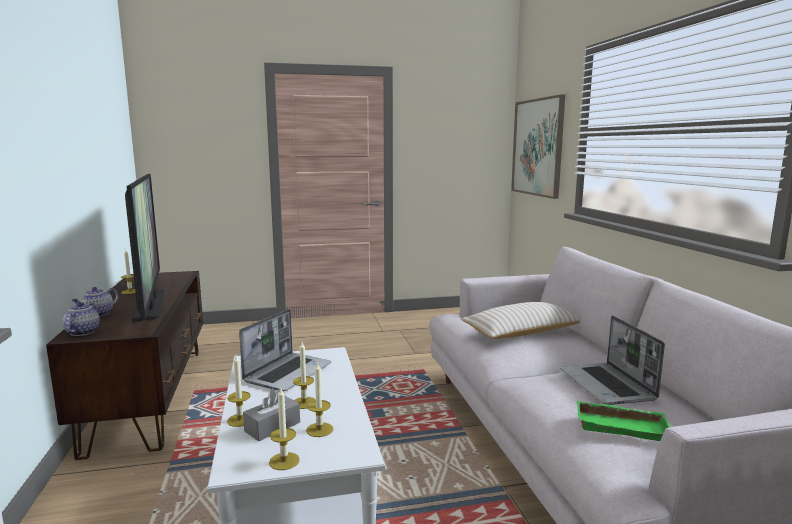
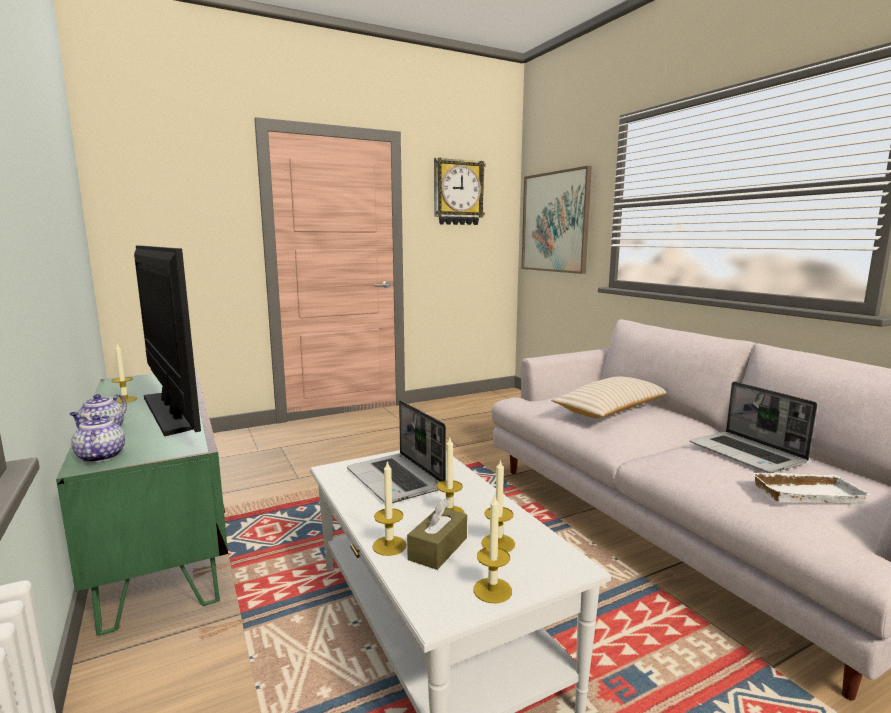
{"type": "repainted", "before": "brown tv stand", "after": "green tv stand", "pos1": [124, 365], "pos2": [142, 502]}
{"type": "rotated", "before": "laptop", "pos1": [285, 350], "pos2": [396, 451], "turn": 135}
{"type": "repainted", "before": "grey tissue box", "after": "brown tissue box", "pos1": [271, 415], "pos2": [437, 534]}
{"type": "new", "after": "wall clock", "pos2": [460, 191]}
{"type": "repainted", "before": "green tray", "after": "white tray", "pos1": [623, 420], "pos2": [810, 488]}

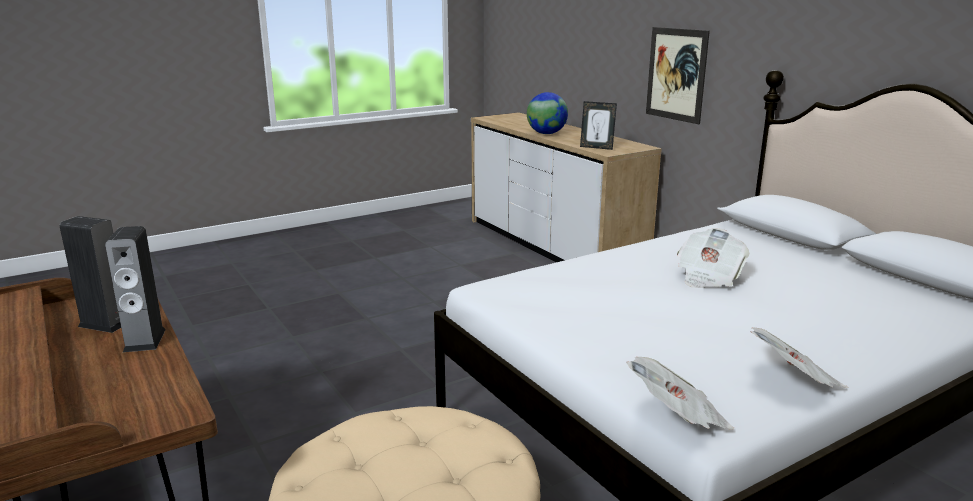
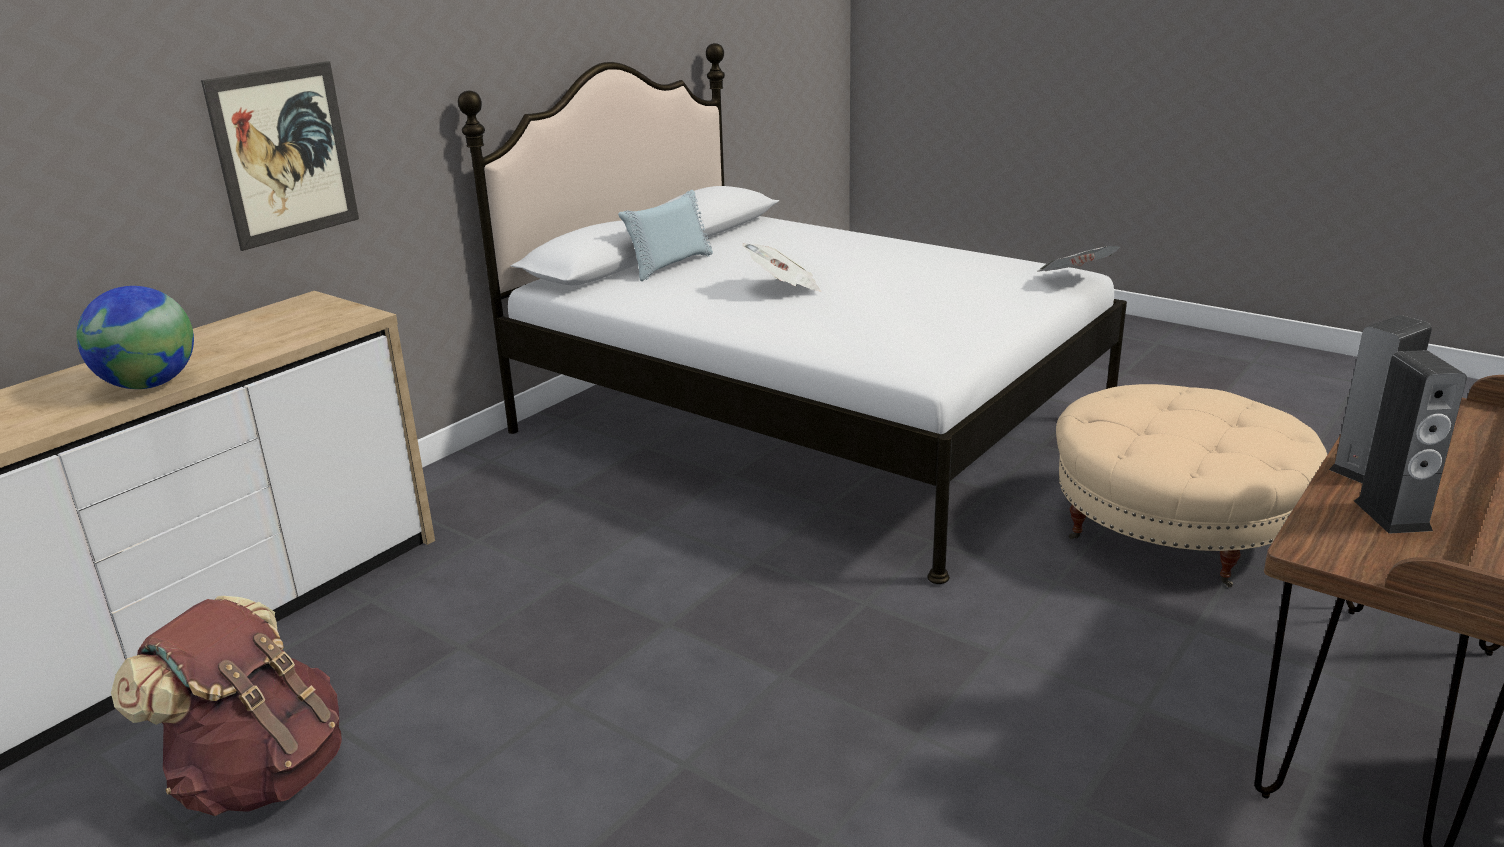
{"type": "new", "after": "brown backpack", "pos2": [226, 706]}
{"type": "new", "after": "blue pillow", "pos2": [665, 235]}
{"type": "gone", "before": "picture frame", "pos1": [598, 125]}
{"type": "gone", "before": "newspaper", "pos1": [799, 358]}

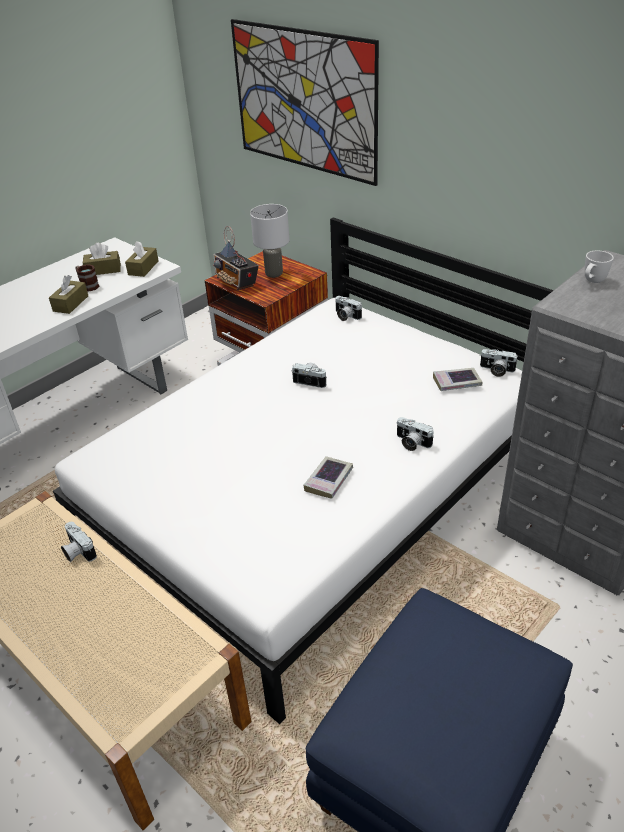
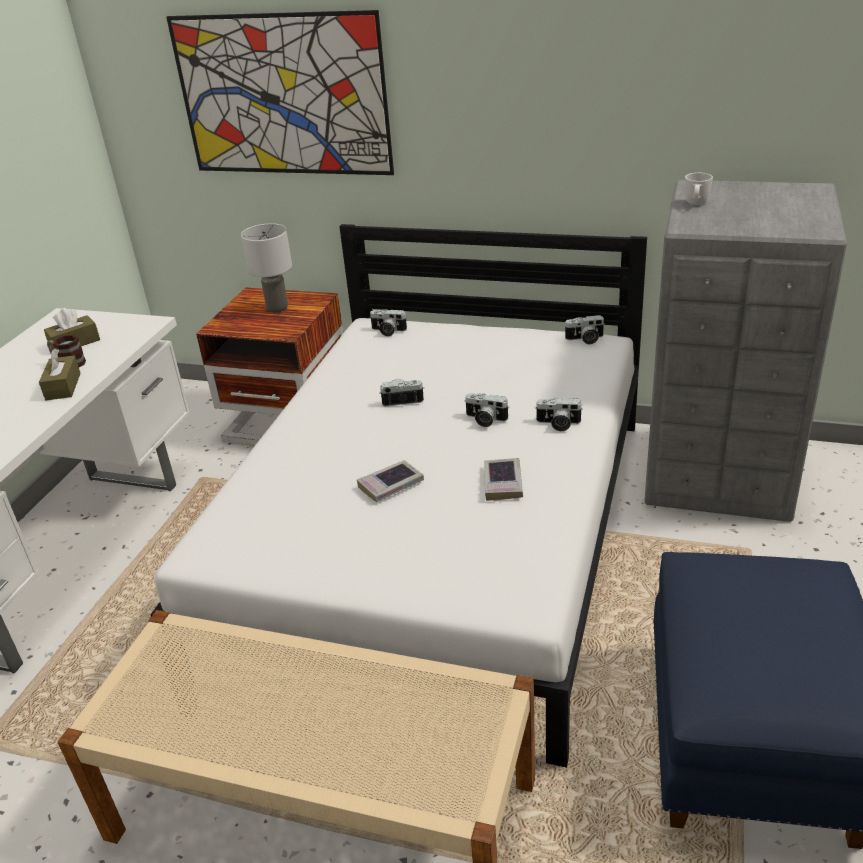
{"type": "shifted", "before": "book", "pos1": [457, 379], "pos2": [390, 481]}
{"type": "shifted", "before": "photo camera", "pos1": [79, 542], "pos2": [486, 410]}
{"type": "gone", "before": "brown tissue box", "pos1": [141, 259]}
{"type": "gone", "before": "radio", "pos1": [236, 258]}

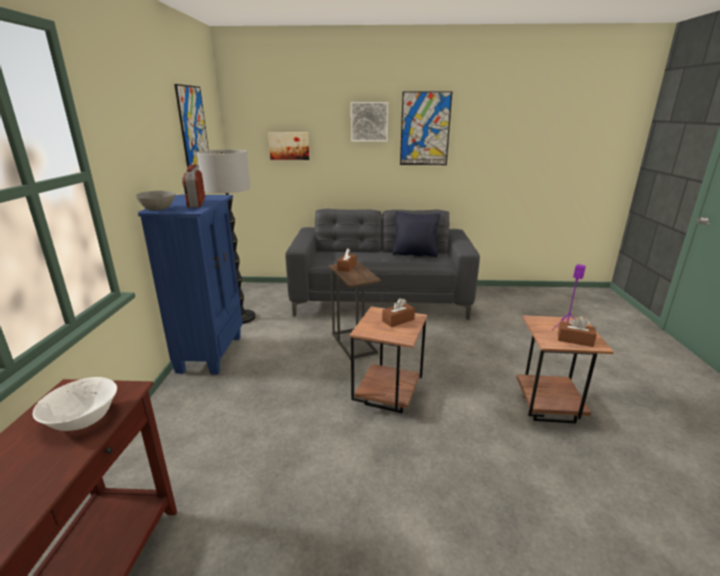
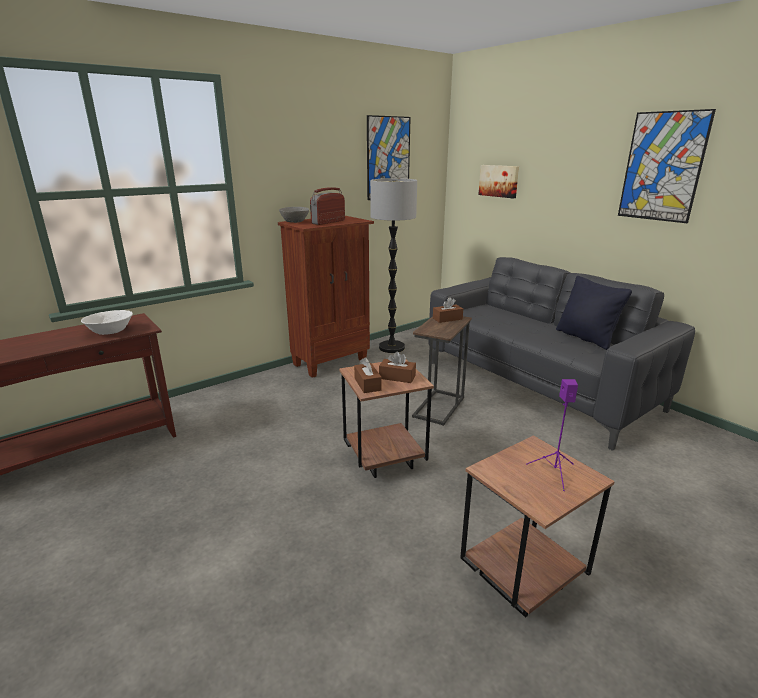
{"type": "repainted", "before": "blue cabinet", "after": "brown cabinet", "pos1": [190, 285], "pos2": [326, 297]}
{"type": "shifted", "before": "brown tissue box", "pos1": [577, 331], "pos2": [368, 375]}
{"type": "gone", "before": "picture", "pos1": [369, 122]}

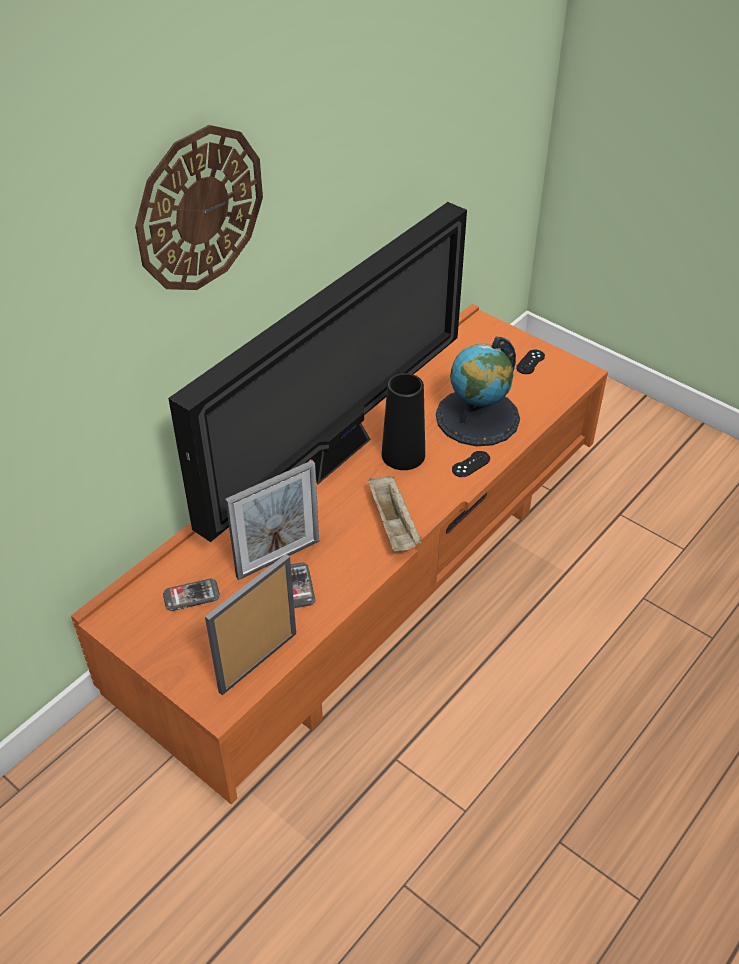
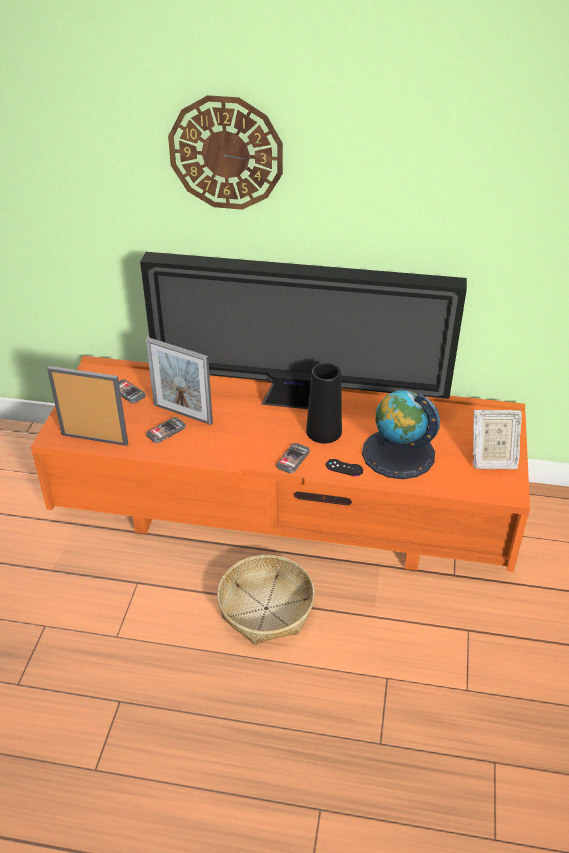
{"type": "new", "after": "basket", "pos2": [266, 600]}
{"type": "new", "after": "phone", "pos2": [293, 458]}
{"type": "swapped", "before": "black game controller", "after": "picture frame", "pos1": [530, 362], "pos2": [497, 439]}
{"type": "gone", "before": "beige tray", "pos1": [395, 513]}

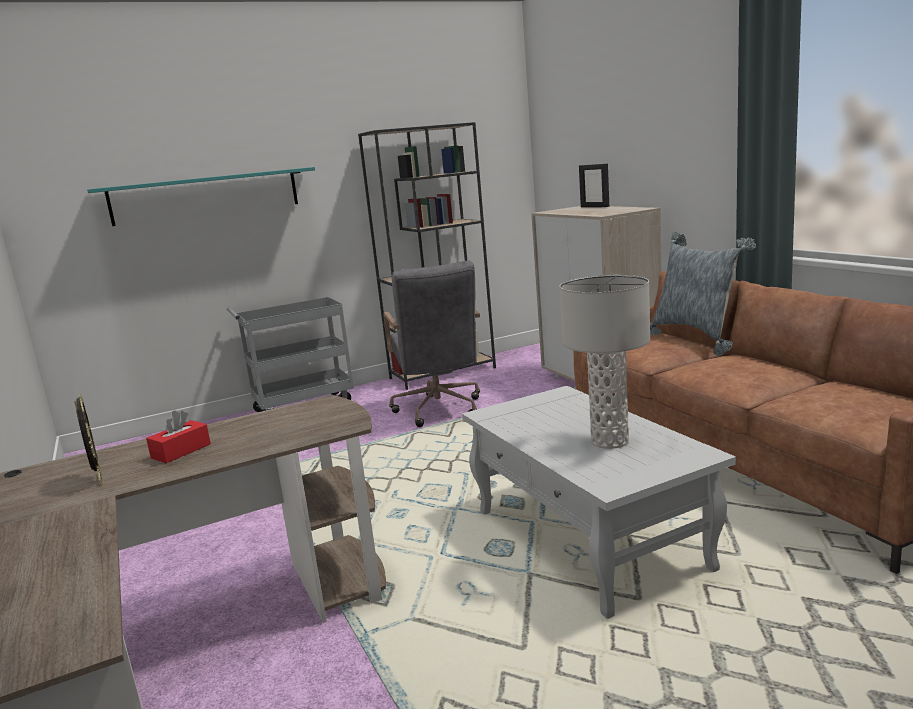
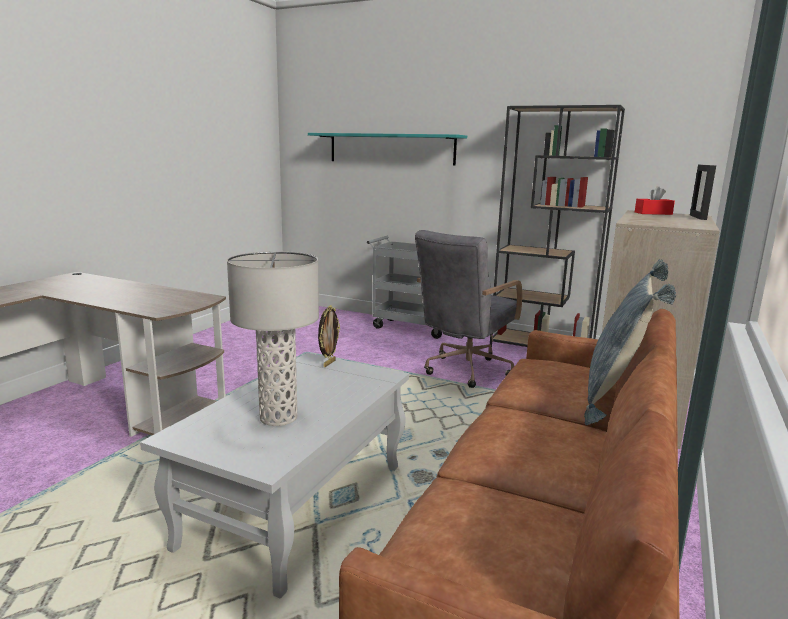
{"type": "shifted", "before": "picture frame", "pos1": [88, 439], "pos2": [329, 336]}
{"type": "shifted", "before": "red tissue box", "pos1": [178, 437], "pos2": [655, 200]}

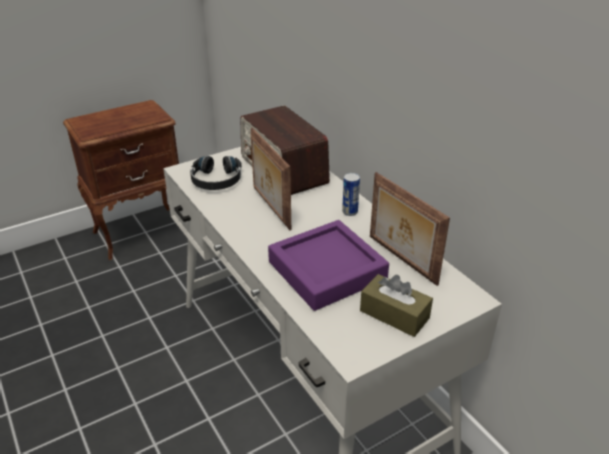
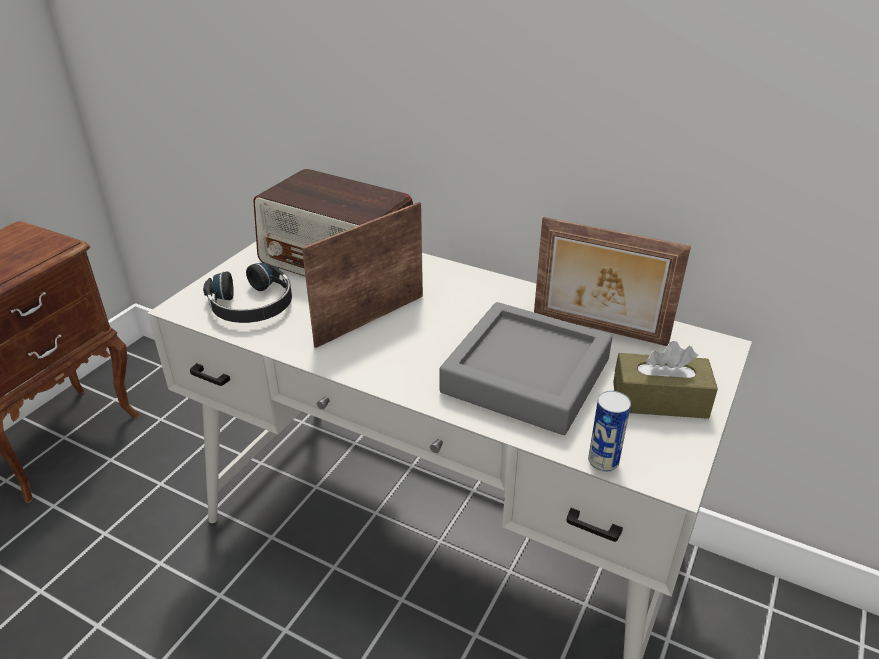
{"type": "rotated", "before": "picture frame", "pos1": [271, 179], "pos2": [362, 275], "turn": 105}
{"type": "repainted", "before": "purple tray", "after": "grey tray", "pos1": [328, 265], "pos2": [526, 368]}
{"type": "shifted", "before": "can", "pos1": [351, 194], "pos2": [609, 431]}

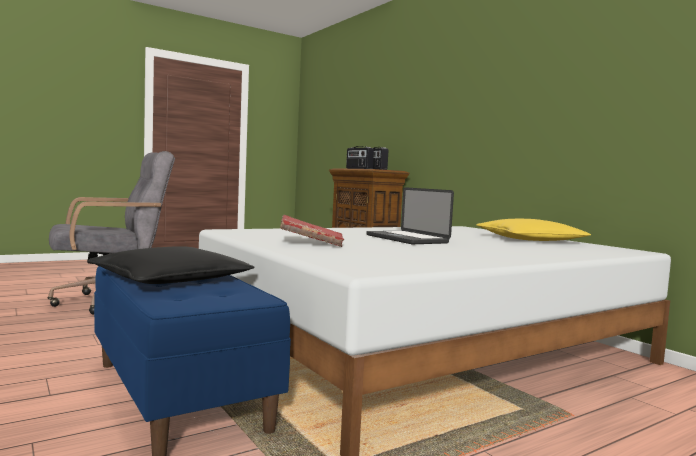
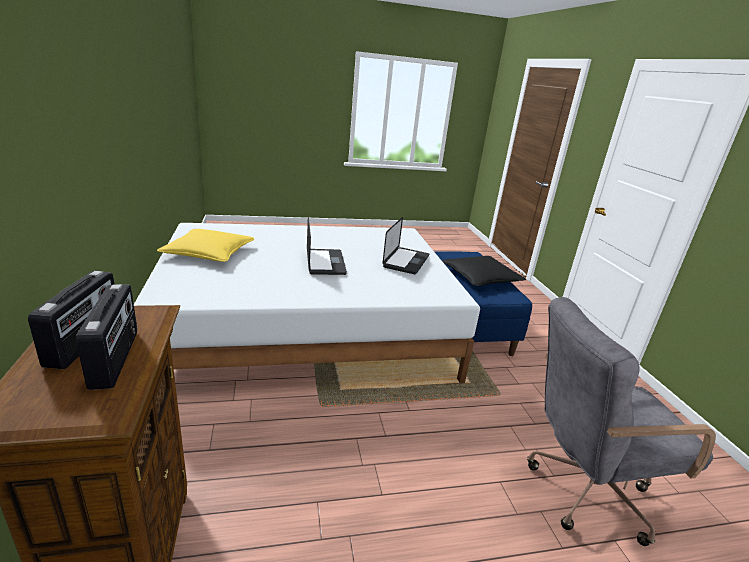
{"type": "swapped", "before": "red book", "after": "laptop", "pos1": [312, 231], "pos2": [406, 245]}

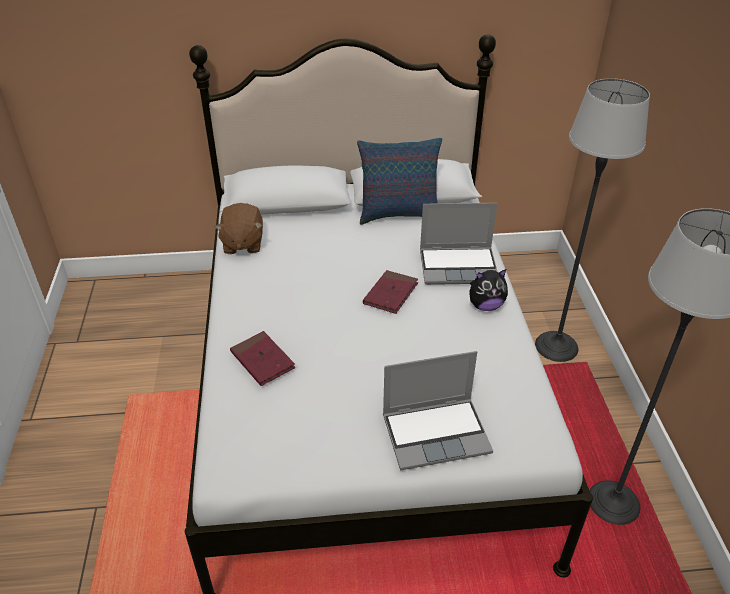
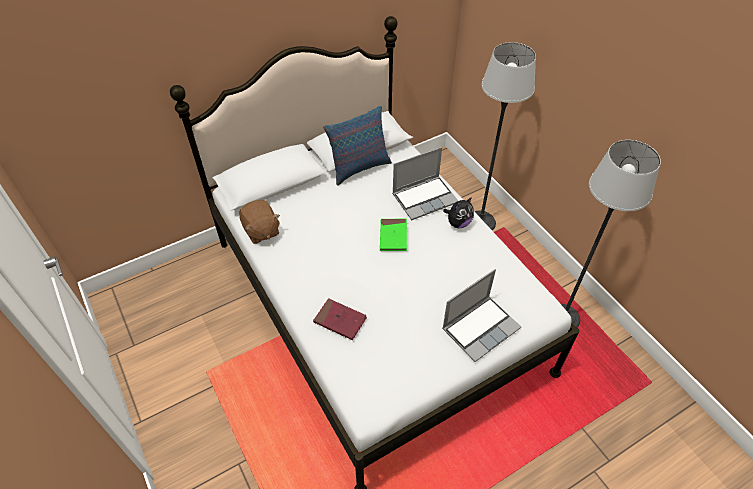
{"type": "repainted", "before": "red book", "after": "green book", "pos1": [390, 292], "pos2": [393, 235]}

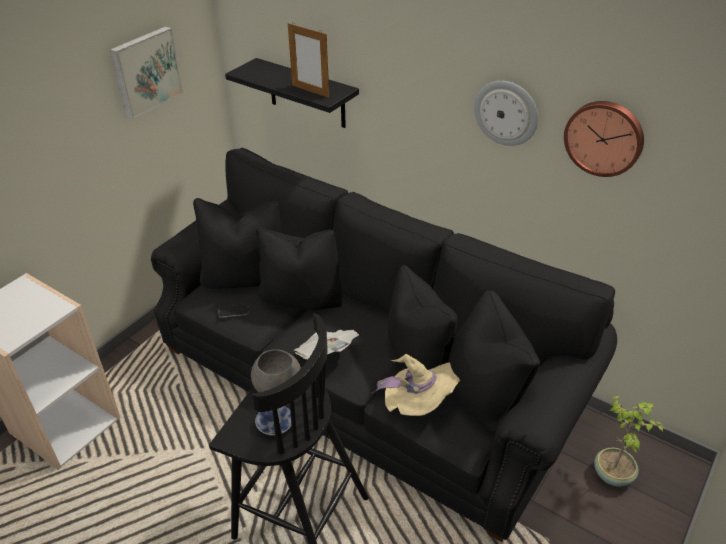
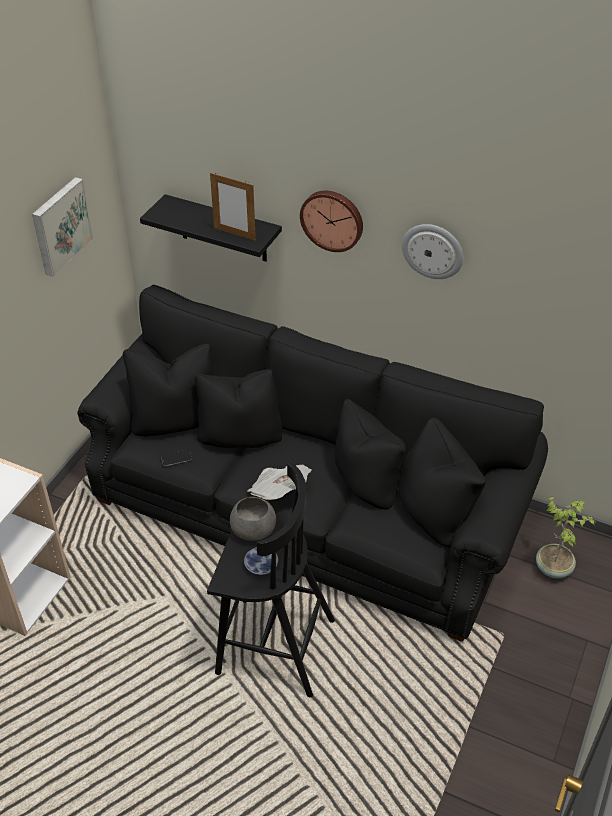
{"type": "shifted", "before": "wall clock", "pos1": [604, 139], "pos2": [331, 221]}
{"type": "gone", "before": "beige hat", "pos1": [416, 385]}

